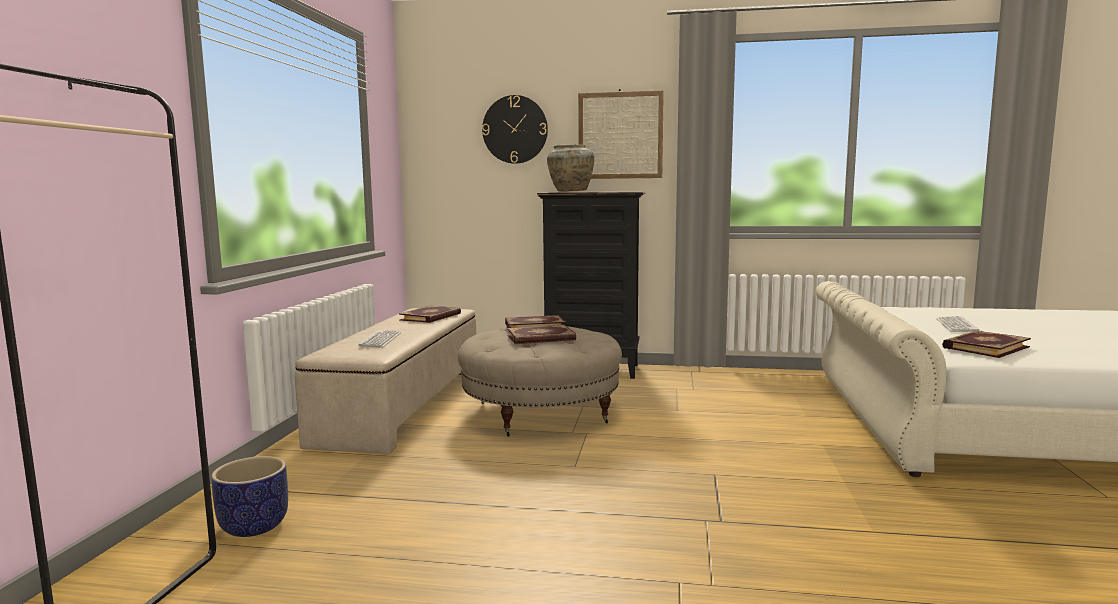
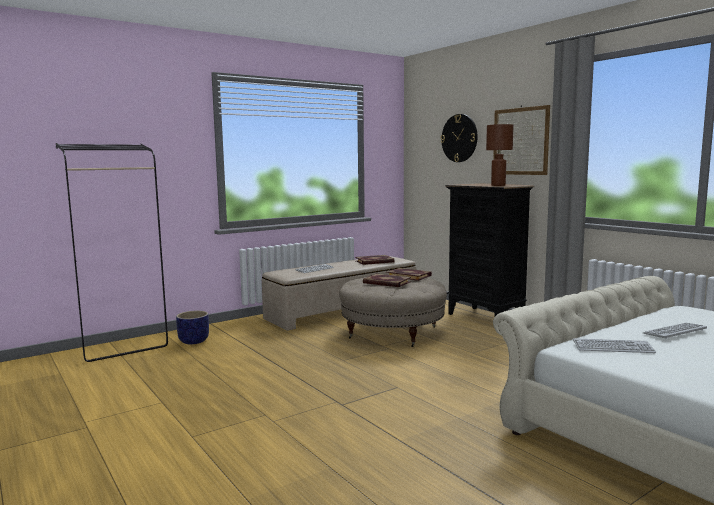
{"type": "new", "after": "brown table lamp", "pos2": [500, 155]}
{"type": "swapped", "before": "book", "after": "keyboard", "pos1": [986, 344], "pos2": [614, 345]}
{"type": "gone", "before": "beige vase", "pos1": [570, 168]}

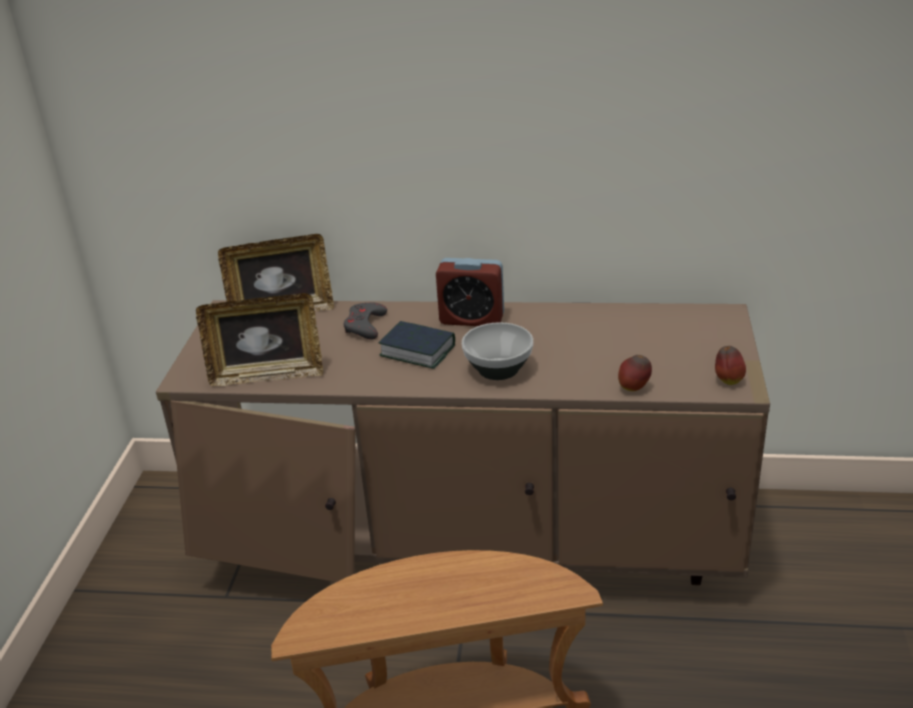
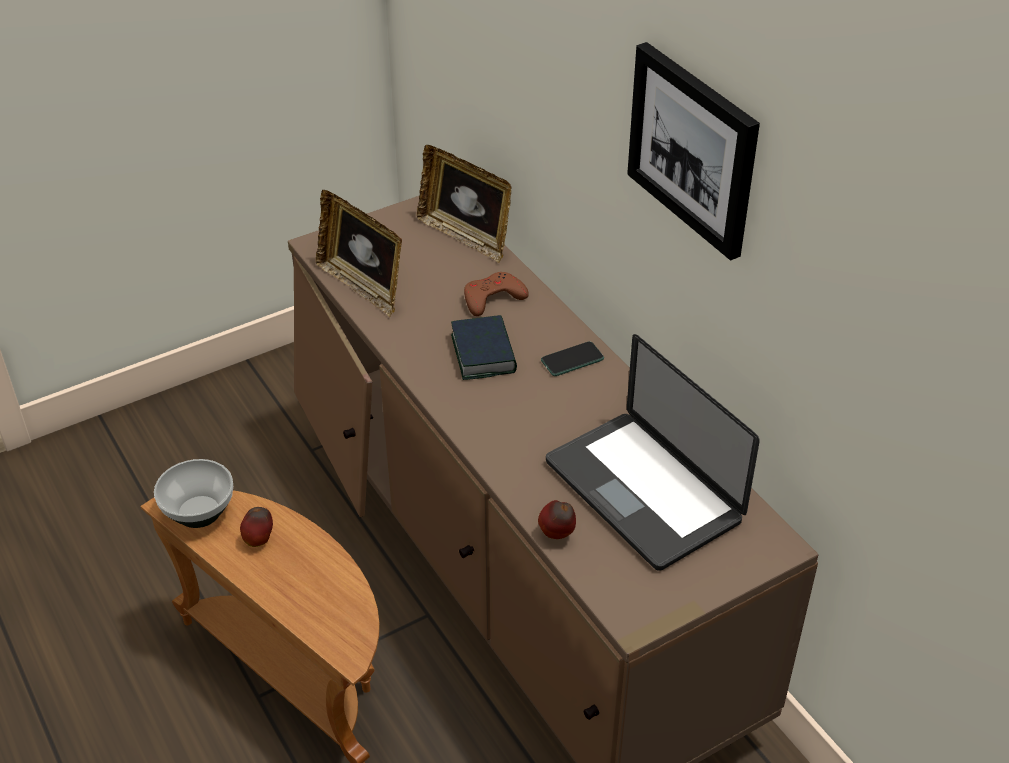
{"type": "shifted", "before": "bowl", "pos1": [497, 351], "pos2": [193, 493]}
{"type": "shifted", "before": "apple", "pos1": [730, 365], "pos2": [256, 527]}
{"type": "repainted", "before": "grey game controller", "after": "brown game controller", "pos1": [365, 321], "pos2": [496, 294]}
{"type": "swapped", "before": "alarm clock", "after": "phone", "pos1": [470, 292], "pos2": [572, 358]}
{"type": "new", "after": "laptop", "pos2": [653, 452]}
{"type": "new", "after": "picture", "pos2": [693, 151]}

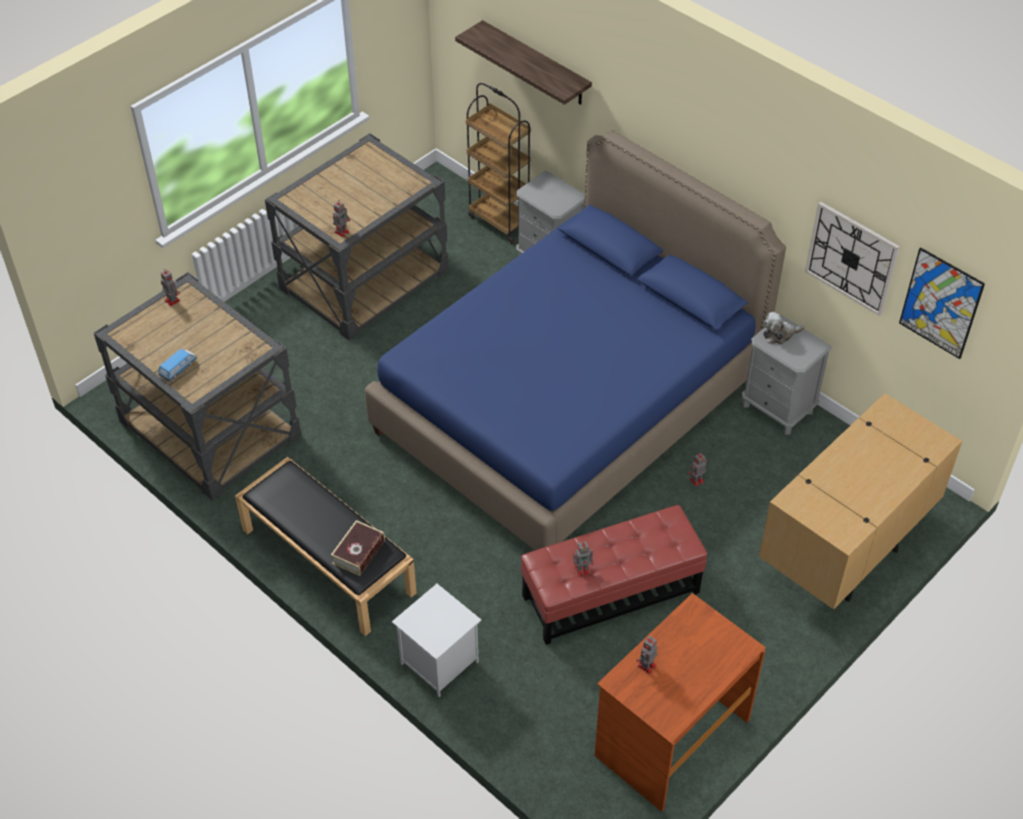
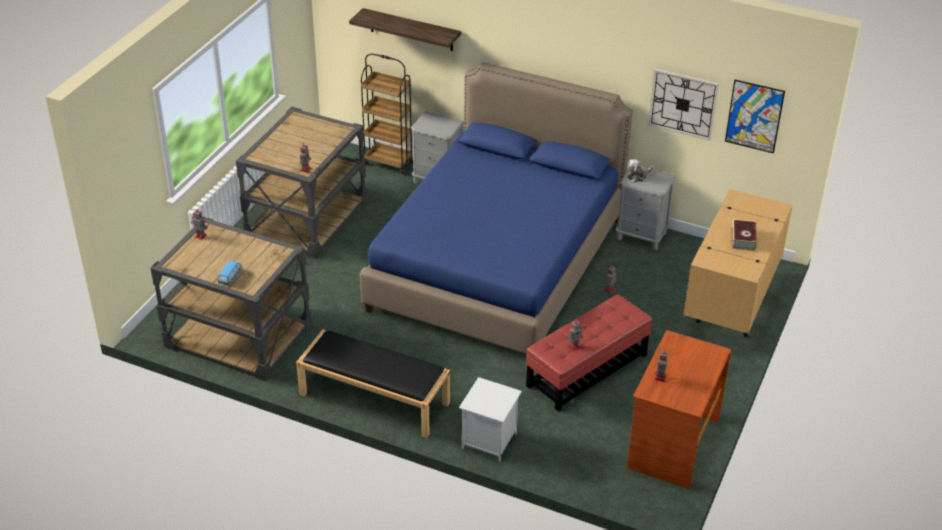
{"type": "shifted", "before": "book", "pos1": [358, 548], "pos2": [744, 235]}

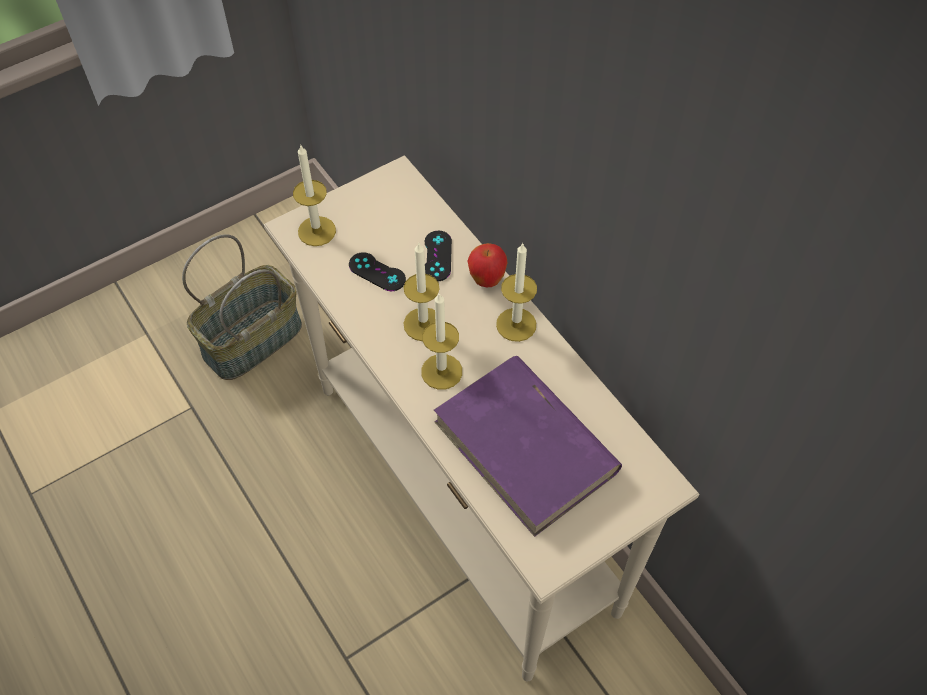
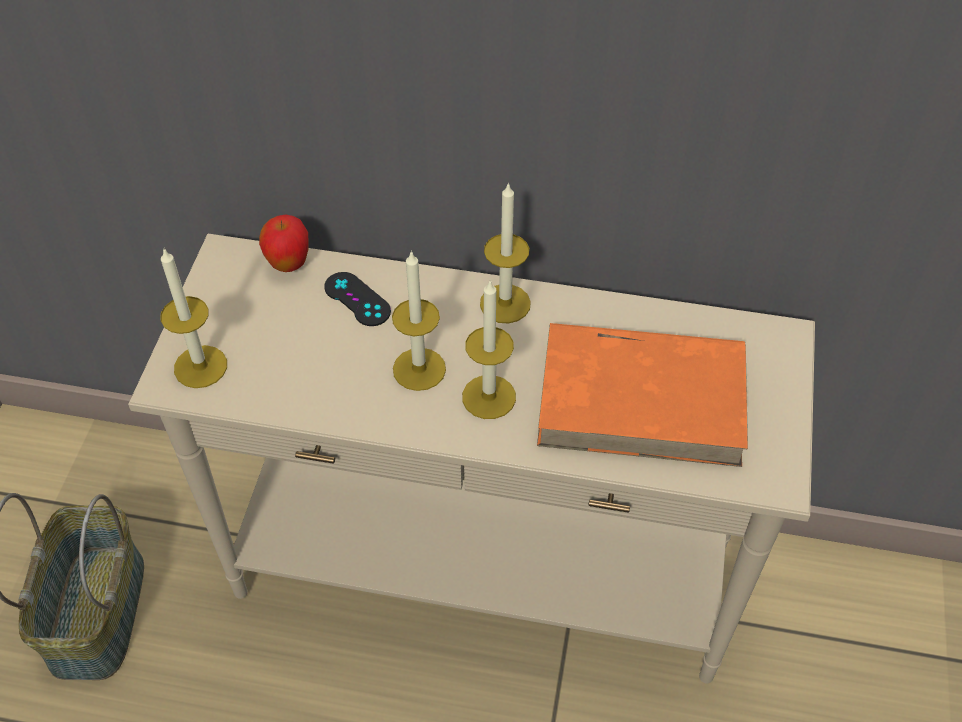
{"type": "shifted", "before": "apple", "pos1": [487, 265], "pos2": [284, 243]}
{"type": "repainted", "before": "purple book", "after": "orange book", "pos1": [528, 446], "pos2": [642, 395]}
{"type": "gone", "before": "black game controller", "pos1": [377, 271]}

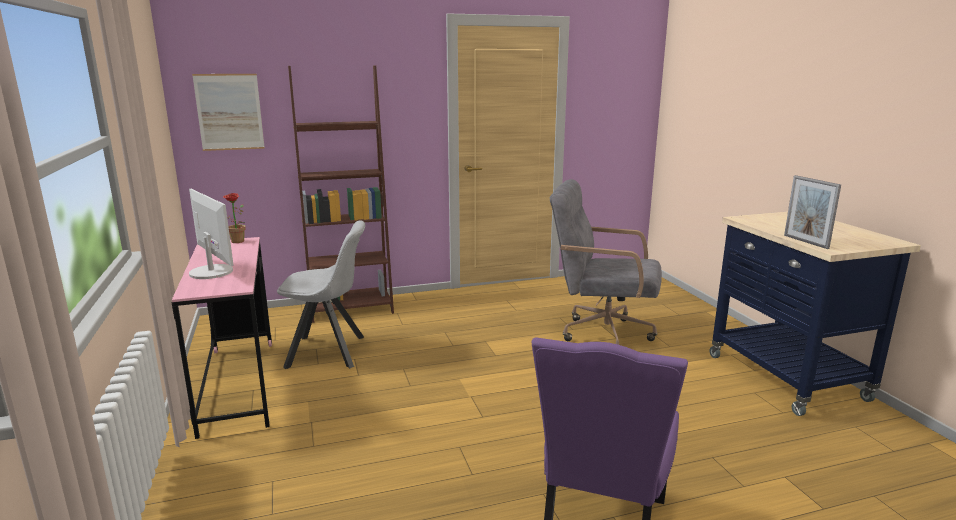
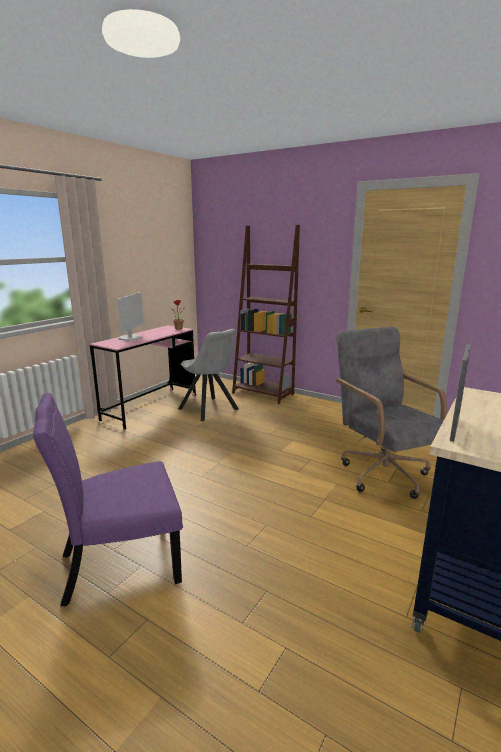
{"type": "gone", "before": "picture", "pos1": [228, 112]}

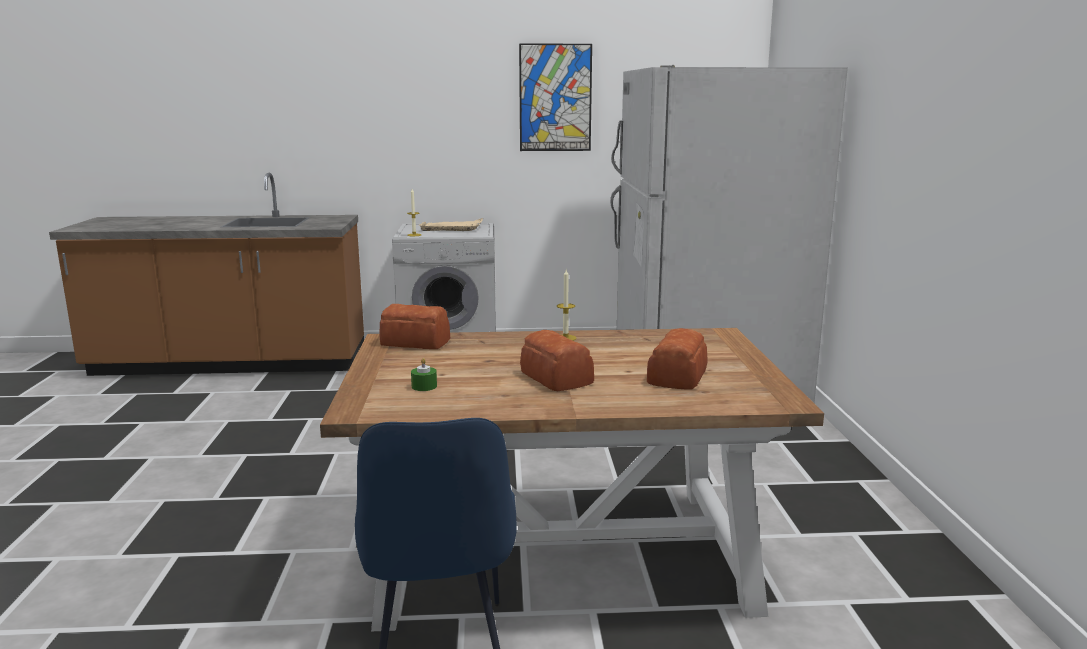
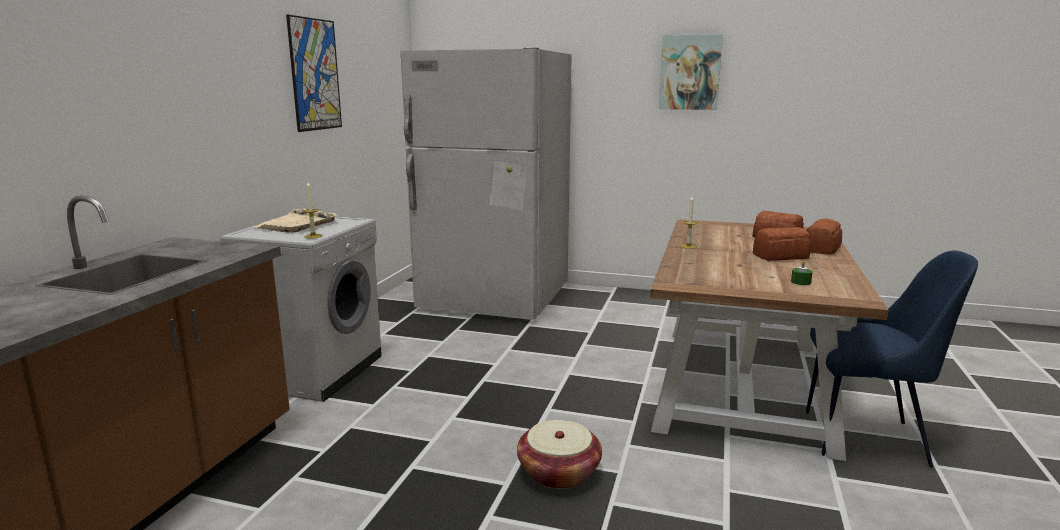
{"type": "new", "after": "basket", "pos2": [559, 454]}
{"type": "new", "after": "picture", "pos2": [691, 72]}
{"type": "shifted", "before": "bread", "pos1": [414, 326], "pos2": [824, 237]}

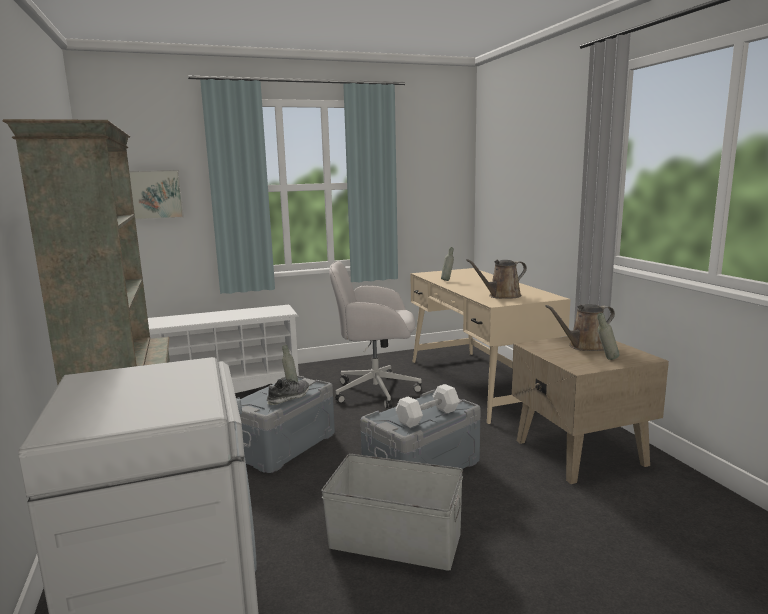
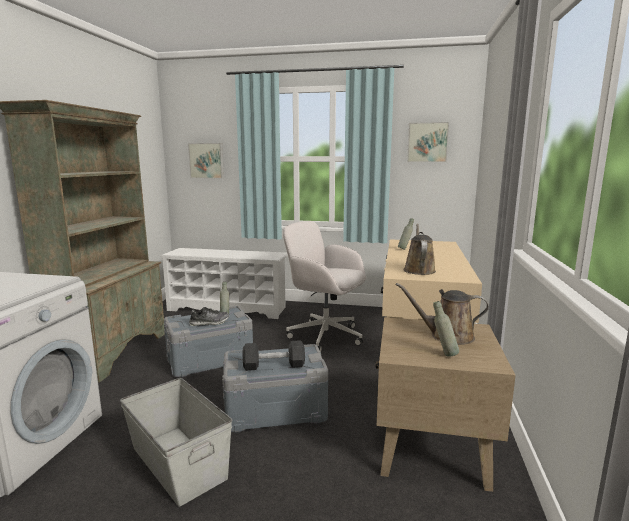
{"type": "repainted", "before": "white dumbbell", "after": "black dumbbell", "pos1": [427, 406], "pos2": [274, 355]}
{"type": "rotated", "before": "brown watering can", "pos1": [496, 279], "pos2": [419, 249], "turn": 90}
{"type": "new", "after": "picture", "pos2": [428, 142]}

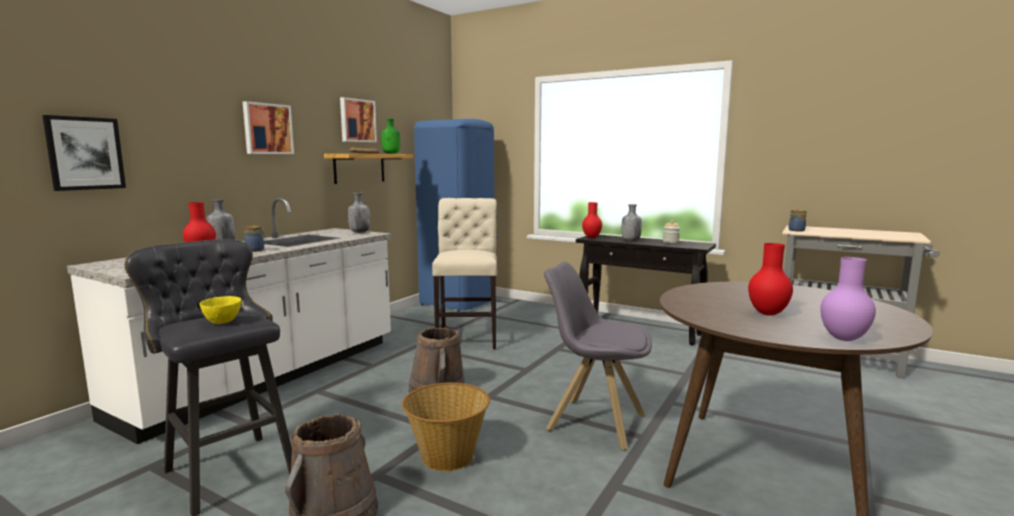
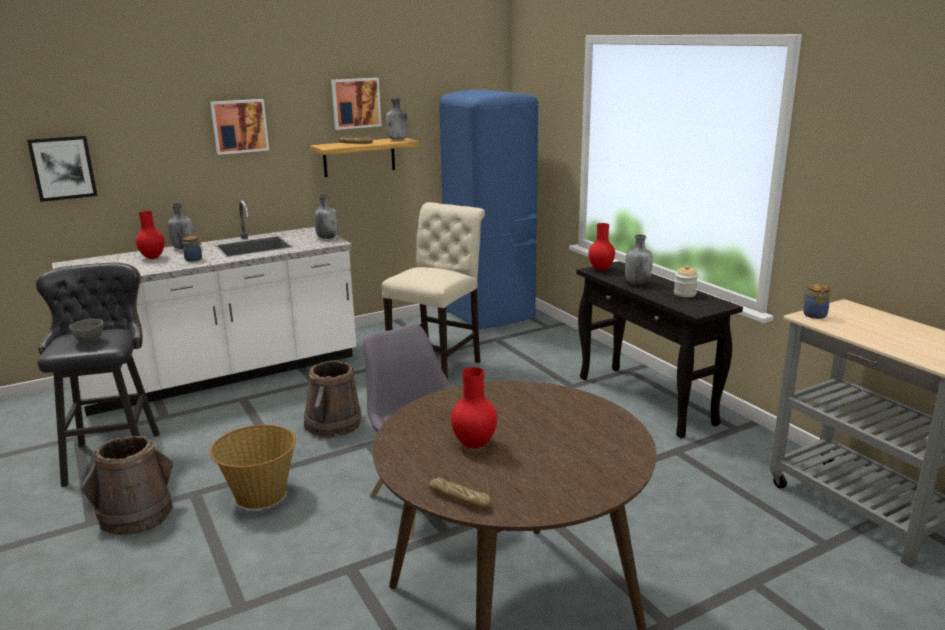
{"type": "repainted", "before": "yellow bowl", "after": "grey bowl", "pos1": [220, 310], "pos2": [86, 331]}
{"type": "repainted", "before": "green bottle", "after": "grey bottle", "pos1": [390, 136], "pos2": [397, 119]}
{"type": "swapped", "before": "purple vase", "after": "bread", "pos1": [848, 299], "pos2": [460, 493]}

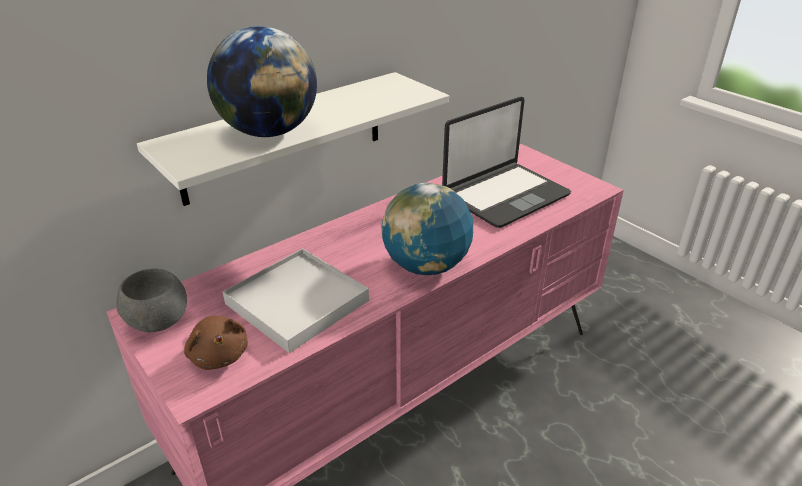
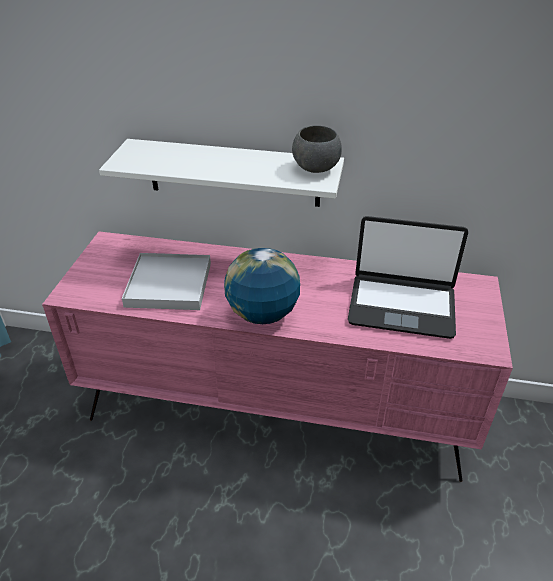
{"type": "shifted", "before": "grey bowl", "pos1": [151, 300], "pos2": [317, 149]}
{"type": "gone", "before": "brown plush toy", "pos1": [216, 343]}
{"type": "gone", "before": "globe", "pos1": [262, 81]}

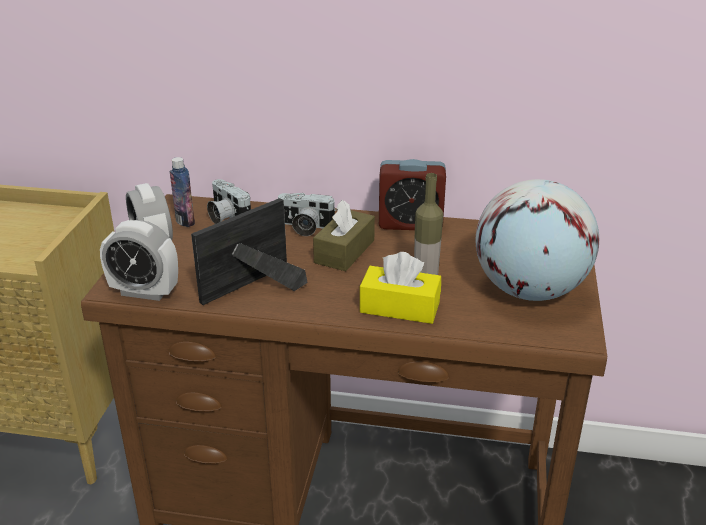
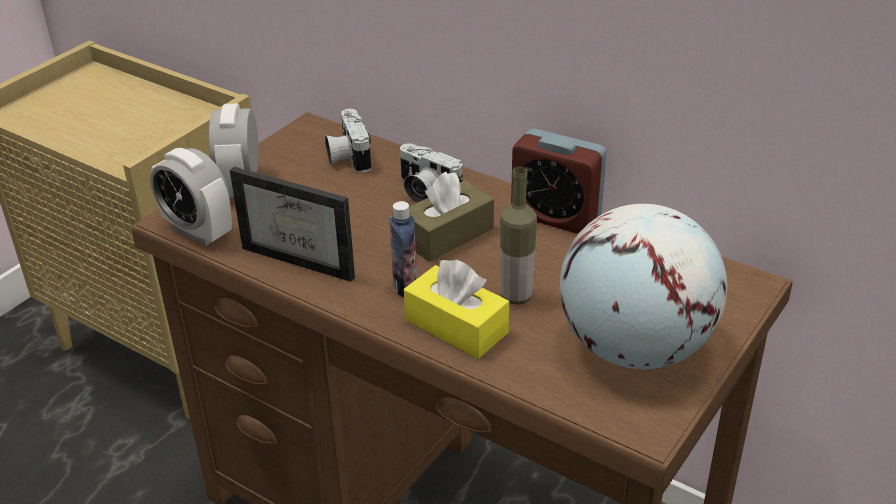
{"type": "rotated", "before": "picture frame", "pos1": [249, 251], "pos2": [292, 224], "turn": -135}
{"type": "shifted", "before": "bottle", "pos1": [182, 192], "pos2": [403, 249]}

